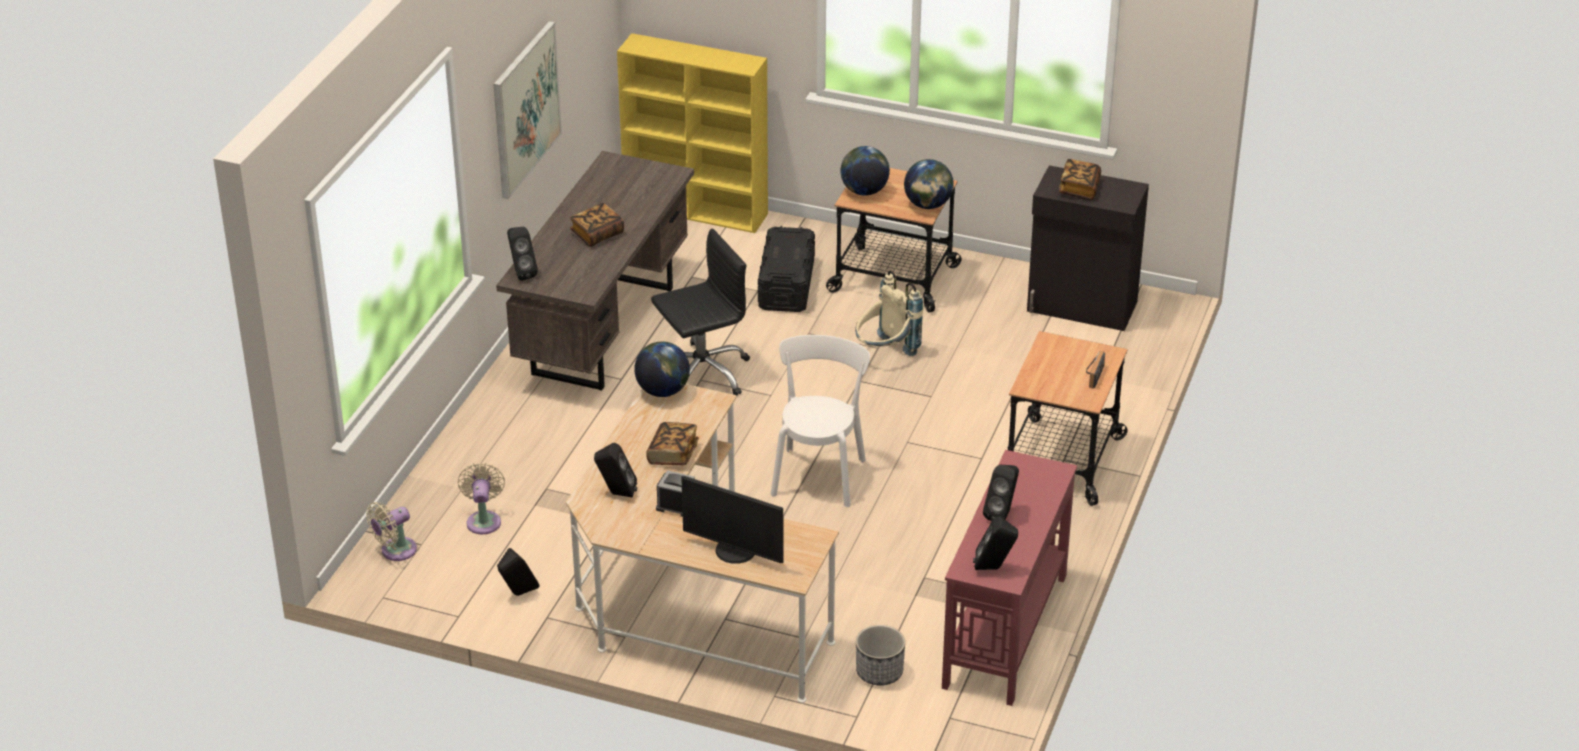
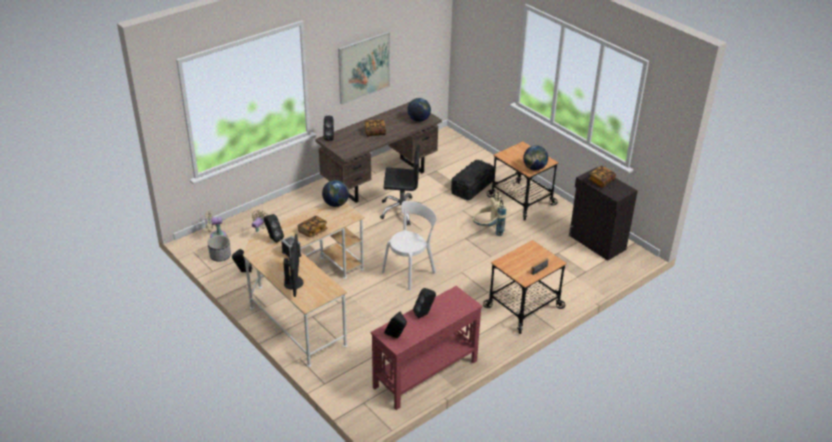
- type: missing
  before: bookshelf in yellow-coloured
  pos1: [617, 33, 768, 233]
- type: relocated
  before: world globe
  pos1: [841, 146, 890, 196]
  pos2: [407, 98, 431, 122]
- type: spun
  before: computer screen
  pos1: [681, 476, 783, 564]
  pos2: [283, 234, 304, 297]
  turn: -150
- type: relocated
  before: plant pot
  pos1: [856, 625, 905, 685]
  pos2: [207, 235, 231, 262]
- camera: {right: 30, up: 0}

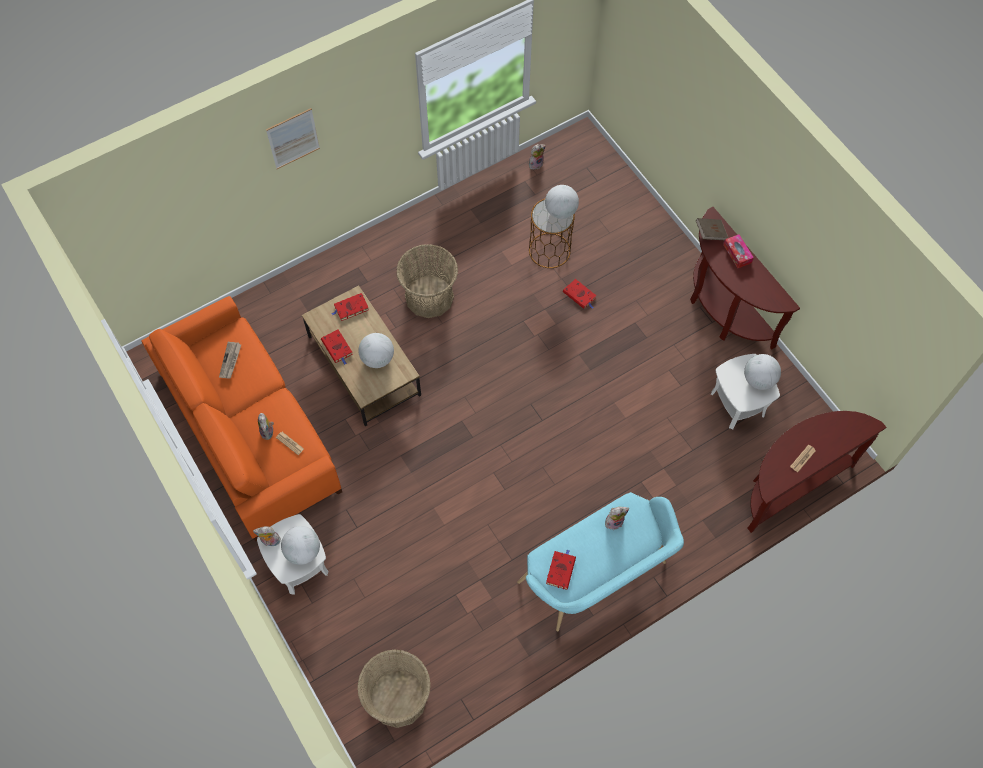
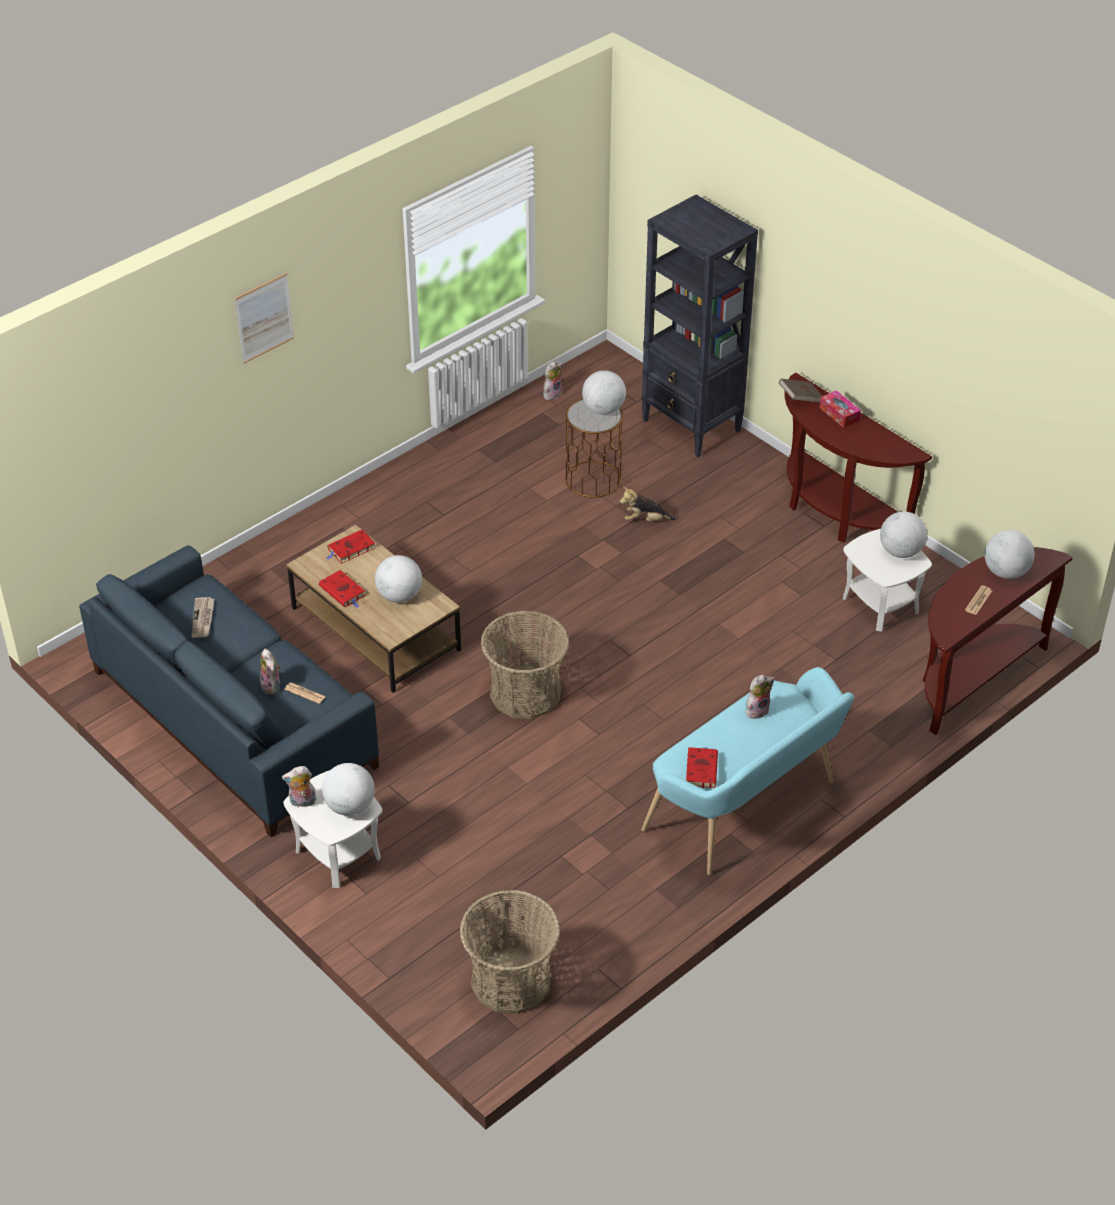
- type: relocated
  before: storage basket
  pos1: [396, 244, 458, 318]
  pos2: [481, 611, 569, 719]
- type: exchanged
  before: bound book in red-coloured
  after: soft toy
  pos1: [563, 279, 596, 309]
  pos2: [620, 487, 676, 521]
- type: colour
  before: couch in orangey
  after: couch in bluish
  pos1: [141, 296, 342, 542]
  pos2: [79, 545, 379, 837]
- type: appeared
  after: bookshelf in black-coloured
  pos2: [641, 195, 758, 457]
- type: appeared
  after: world globe
  pos2: [985, 530, 1035, 579]
- camera: {right: -10, up: -20}

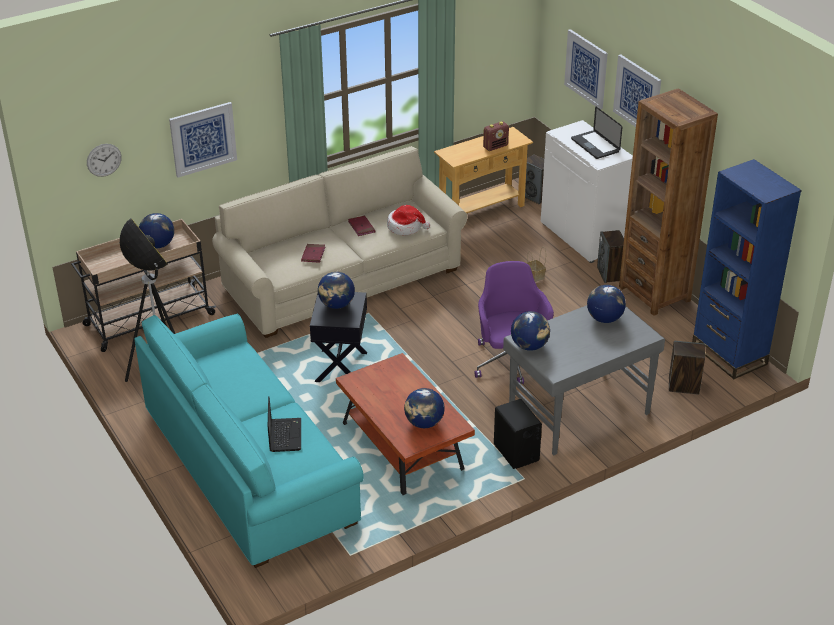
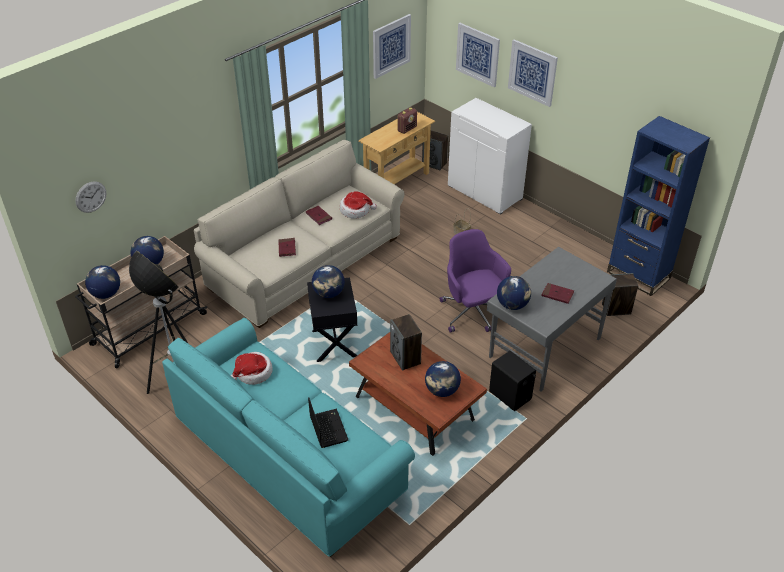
- type: missing
  before: bookshelf in brownish
  pos1: [619, 88, 718, 316]
- type: relocated
  before: wall art
  pos1: [169, 102, 237, 177]
  pos2: [373, 14, 411, 79]
- type: missing
  before: notebook computer
  pos1: [571, 107, 622, 159]
- type: relocated
  before: speaker
  pos1: [597, 230, 624, 283]
  pos2: [390, 314, 422, 371]
- type: relocated
  before: world globe
  pos1: [587, 285, 626, 323]
  pos2: [85, 265, 120, 299]
- type: appeared
  after: bound book in red-coloured
  pos2: [542, 283, 574, 304]
- type: appeared
  after: clothing hat
  pos2: [231, 352, 273, 385]
- camera: {right: -15, up: 5}

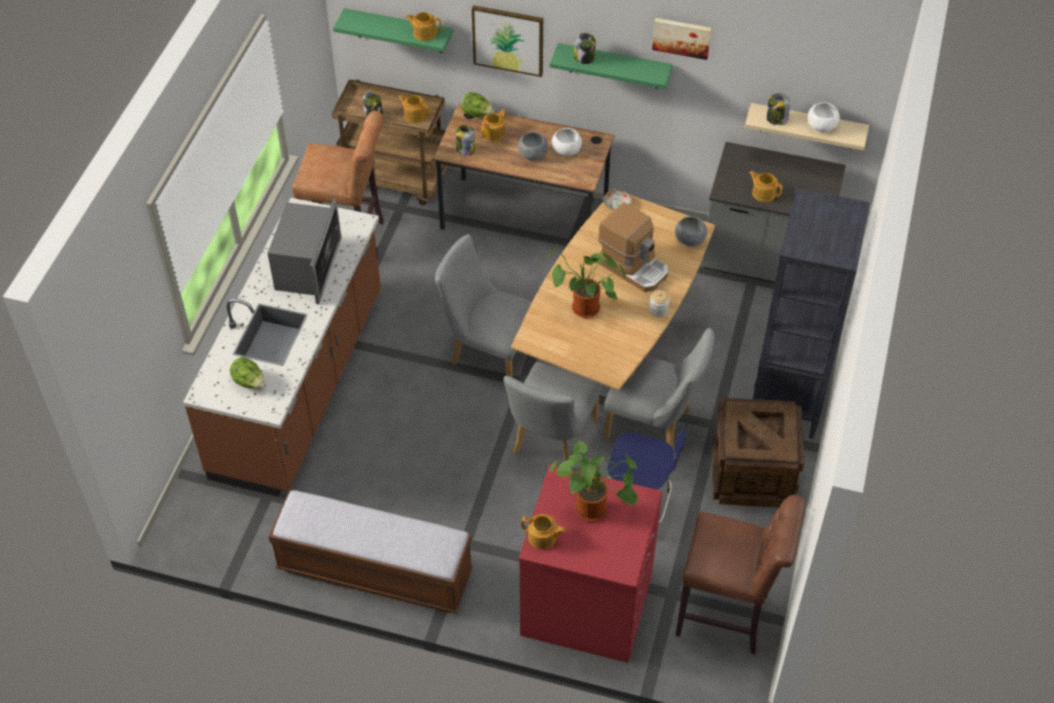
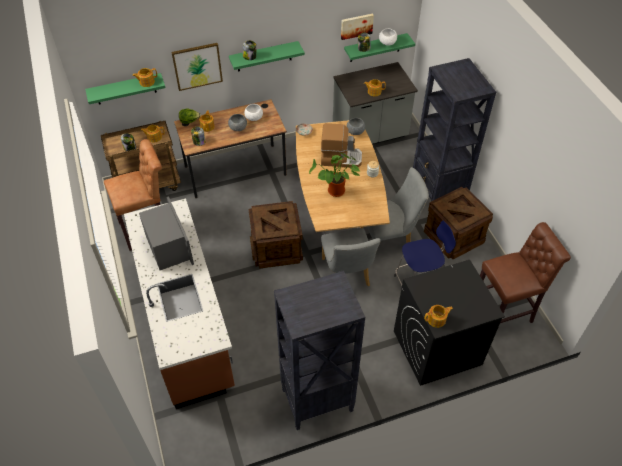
- type: relocated
  before: wall art
  pos1: [652, 18, 711, 60]
  pos2: [341, 14, 374, 40]
- type: colour
  before: wall shelf in sand-coloured
  after: wall shelf in greenish
  pos1: [745, 103, 869, 151]
  pos2: [344, 33, 415, 62]
- type: exchanged
  before: plain chair in greyish
  after: shipping crate
  pos1: [435, 234, 532, 378]
  pos2: [248, 201, 303, 269]
- type: missing
  before: head of lettuce
  pos1: [230, 357, 264, 388]
- type: missing
  before: houseplant
  pos1: [550, 441, 638, 521]
- type: colour
  before: washing machine in red-coloured
  after: washing machine in black-coloured
  pos1: [518, 465, 662, 663]
  pos2: [394, 260, 505, 386]
- type: exchanged
  before: bench
  after: bookshelf in black-coloured
  pos1: [268, 490, 473, 614]
  pos2: [274, 270, 365, 430]
- camera: {right: -35, up: 0}

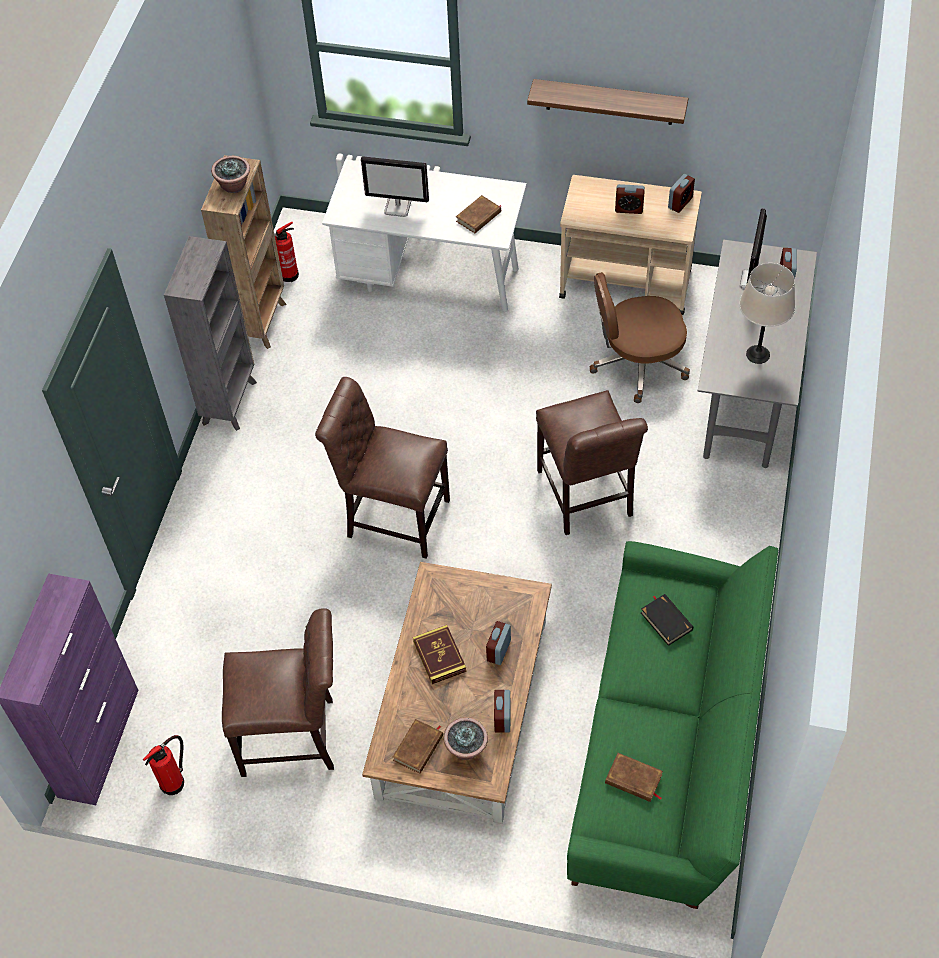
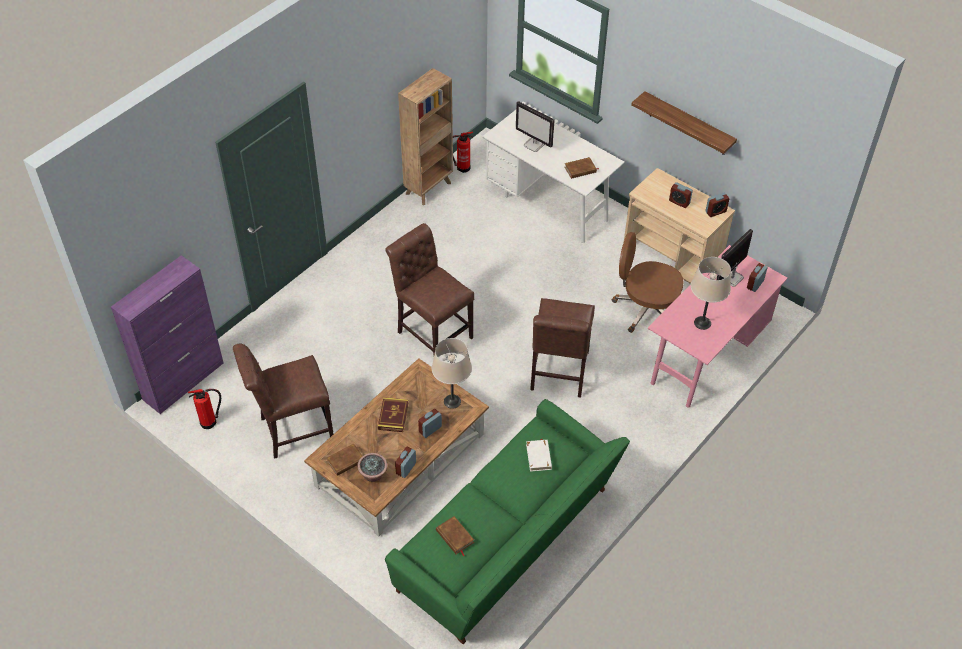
- type: missing
  before: houseplant
  pos1: [211, 156, 250, 193]
- type: missing
  before: bookshelf in greyish
  pos1: [164, 236, 257, 431]
- type: colour
  before: desk table in greyish
  after: desk table in pink
  pos1: [697, 239, 817, 468]
  pos2: [647, 245, 788, 408]
- type: colour
  before: bound book in black-coloured
  after: bound book in white
  pos1: [641, 594, 693, 646]
  pos2: [526, 439, 552, 471]
- type: spun
  before: plain chair in brownish
  pos1: [222, 608, 334, 777]
  pos2: [233, 344, 333, 459]
  turn: 135
- type: appeared
  after: table lamp in sand-coloured
  pos2: [432, 338, 472, 409]
- camera: {right: 25, up: -5}

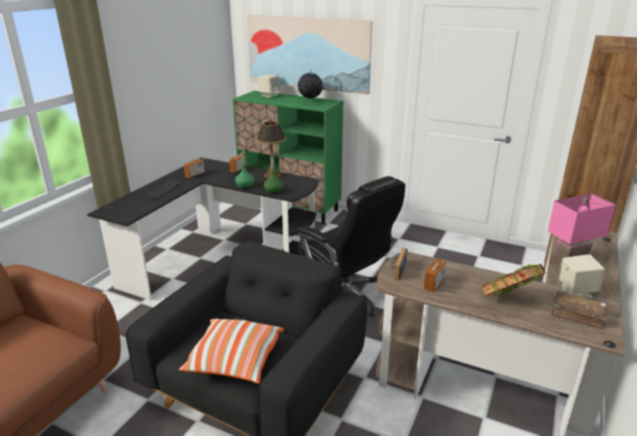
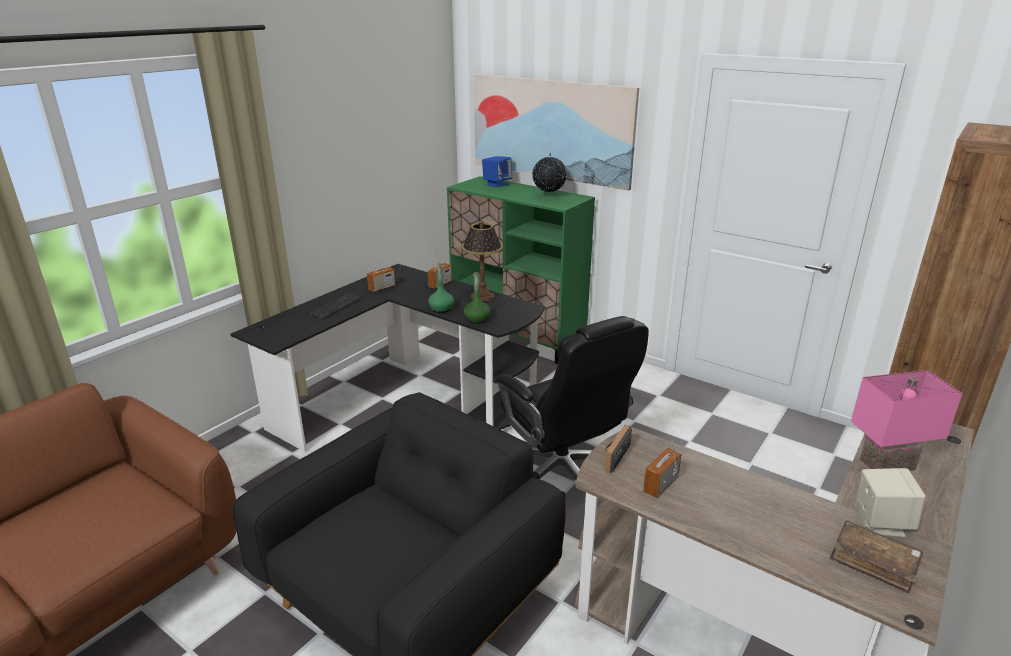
- type: colour
  before: speaker in sand-coloured
  after: speaker in bluish
  pos1: [257, 75, 280, 98]
  pos2: [482, 156, 512, 187]
- type: missing
  before: bound book
  pos1: [482, 264, 545, 296]
- type: missing
  before: cushion
  pos1: [179, 319, 284, 384]
- camera: {right: 10, up: 0}

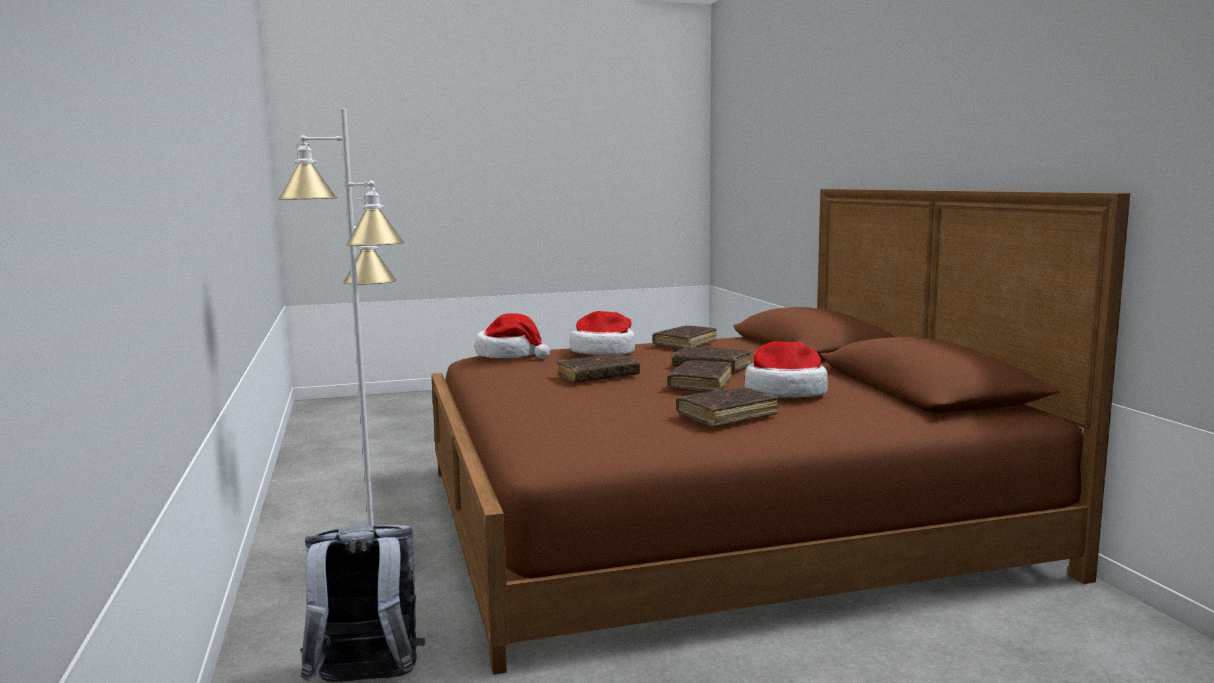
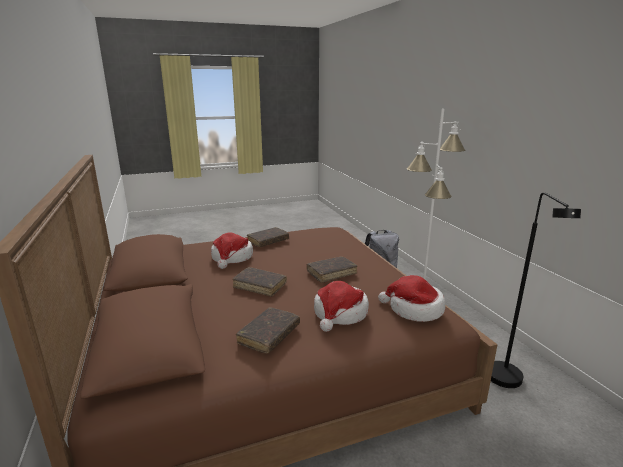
- type: missing
  before: bound book in brownish
  pos1: [667, 360, 732, 392]
- type: appeared
  after: standing lamp in black-coloured
  pos2: [491, 192, 581, 388]
- camera: {right: 175, up: 10}

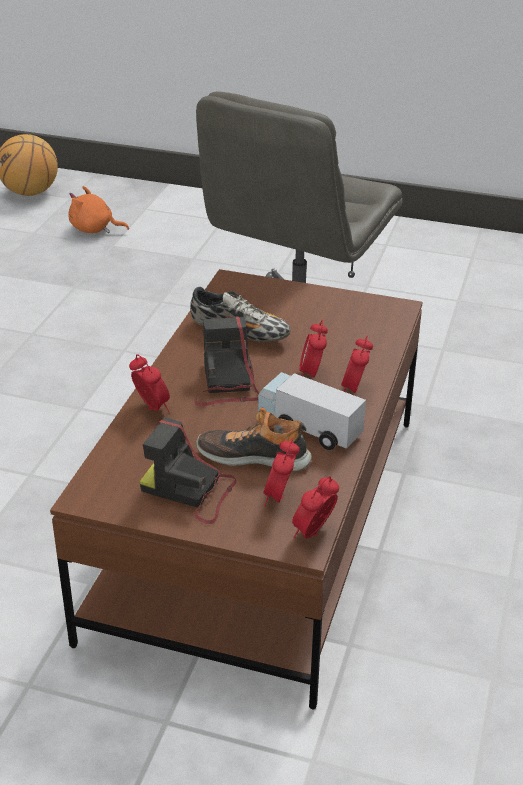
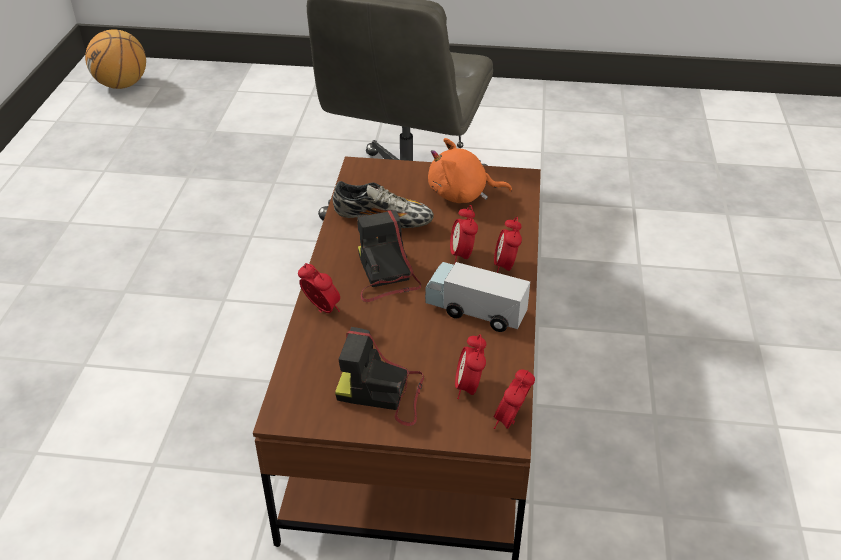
- type: relocated
  before: soft toy in orangey
  pos1: [68, 186, 129, 233]
  pos2: [428, 138, 512, 203]
- type: missing
  before: low shoe
  pos1: [196, 408, 312, 471]
- camera: {right: -10, up: 5}

